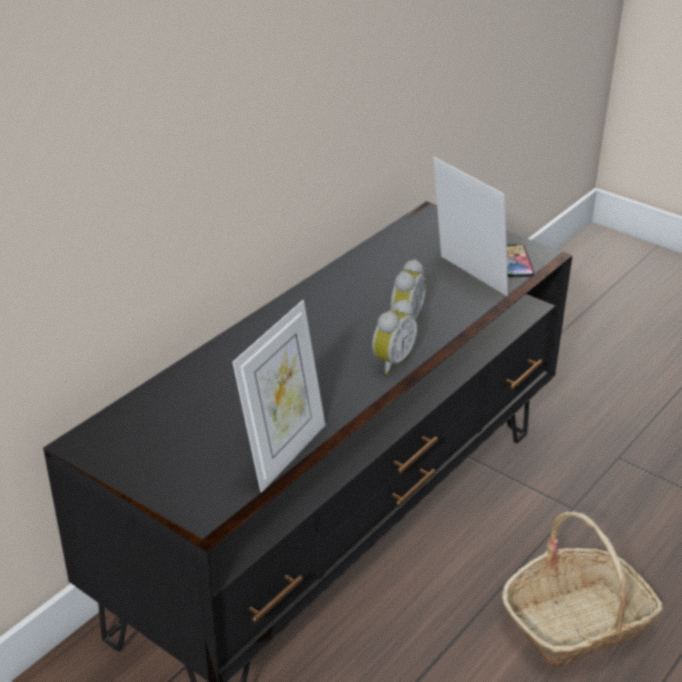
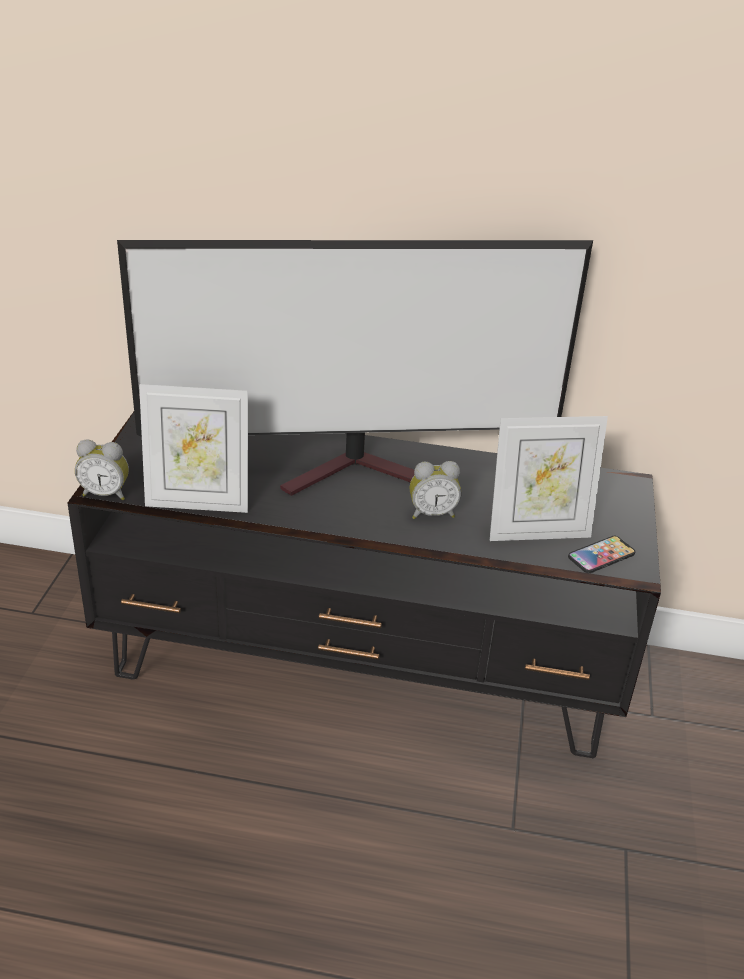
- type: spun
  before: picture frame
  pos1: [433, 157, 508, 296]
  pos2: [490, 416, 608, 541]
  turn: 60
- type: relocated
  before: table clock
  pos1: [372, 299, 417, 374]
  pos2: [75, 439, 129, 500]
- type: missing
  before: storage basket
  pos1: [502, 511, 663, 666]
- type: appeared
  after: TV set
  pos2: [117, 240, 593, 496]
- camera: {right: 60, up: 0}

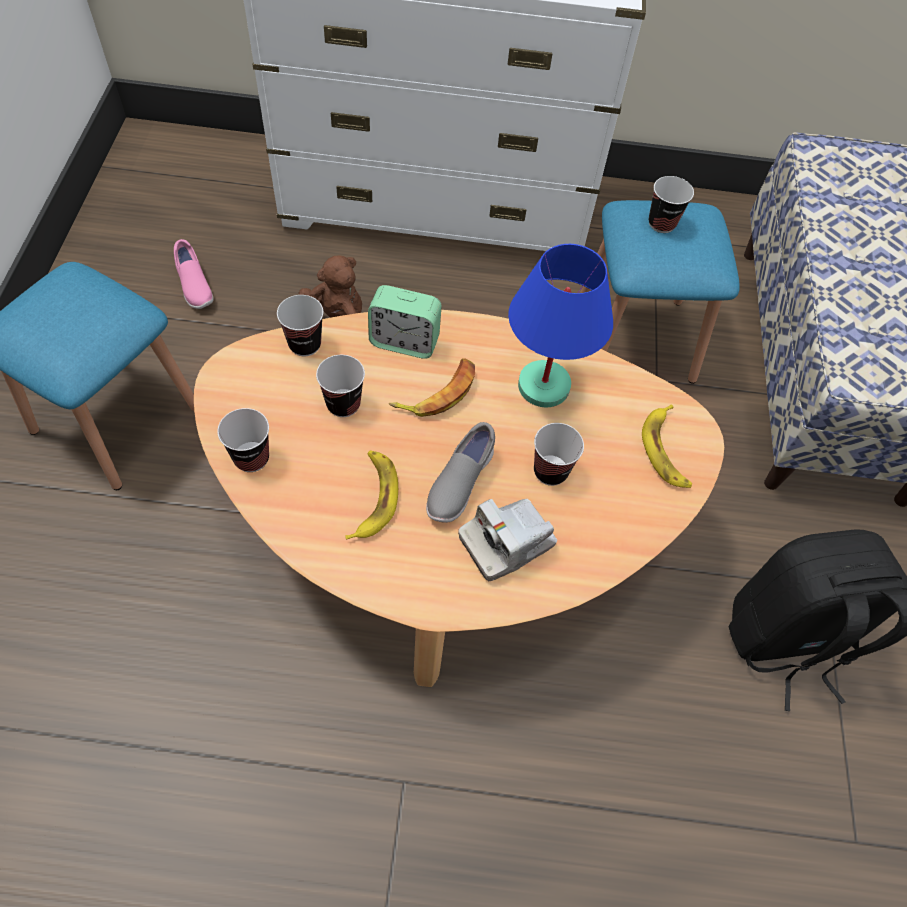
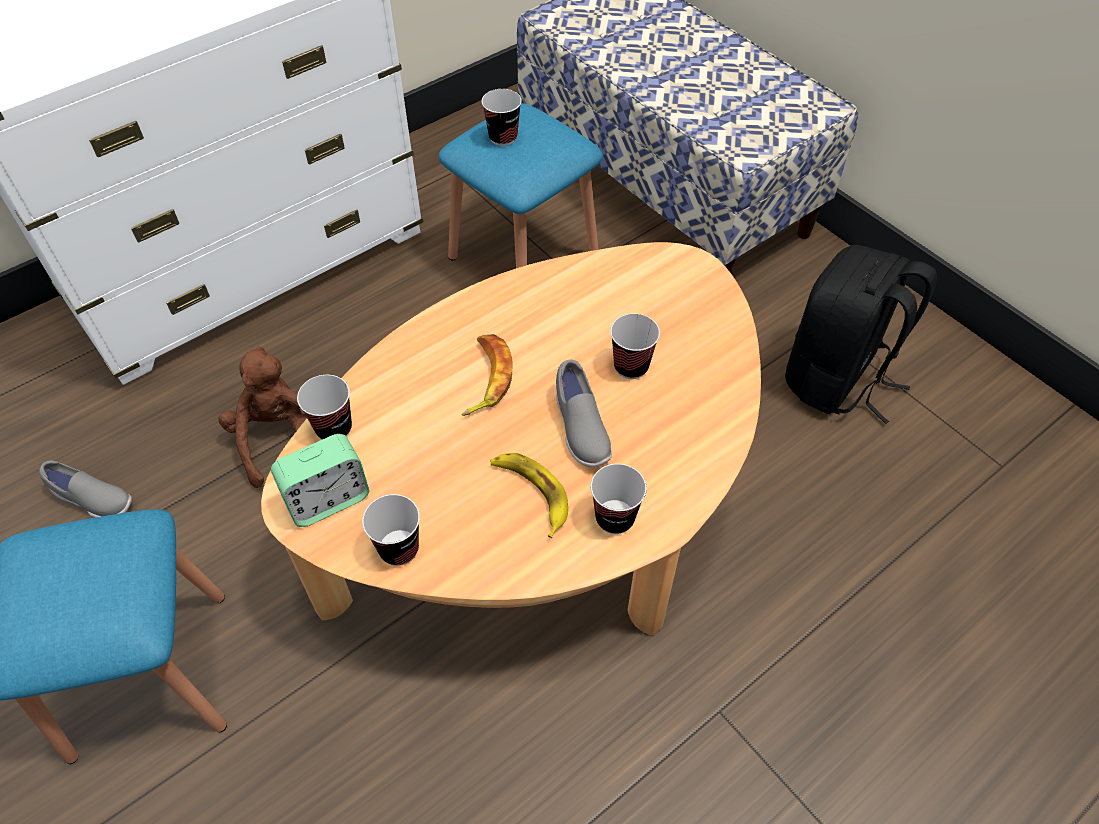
- type: colour
  before: low shoe in pink
  after: low shoe in greyish
  pos1: [174, 239, 214, 309]
  pos2: [39, 460, 132, 517]
- type: missing
  before: table lamp in bluish
  pos1: [508, 244, 613, 407]
- type: relocated
  before: table clock
  pos1: [368, 285, 442, 359]
  pos2: [271, 434, 369, 527]
- type: relocated
  before: cup
  pos1: [316, 355, 365, 417]
  pos2: [591, 464, 647, 534]
- type: missing
  before: whole banana
  pos1: [642, 404, 692, 488]
- type: missing
  before: still camera
  pos1: [458, 499, 557, 581]
- camera: {right: -40, up: -5}

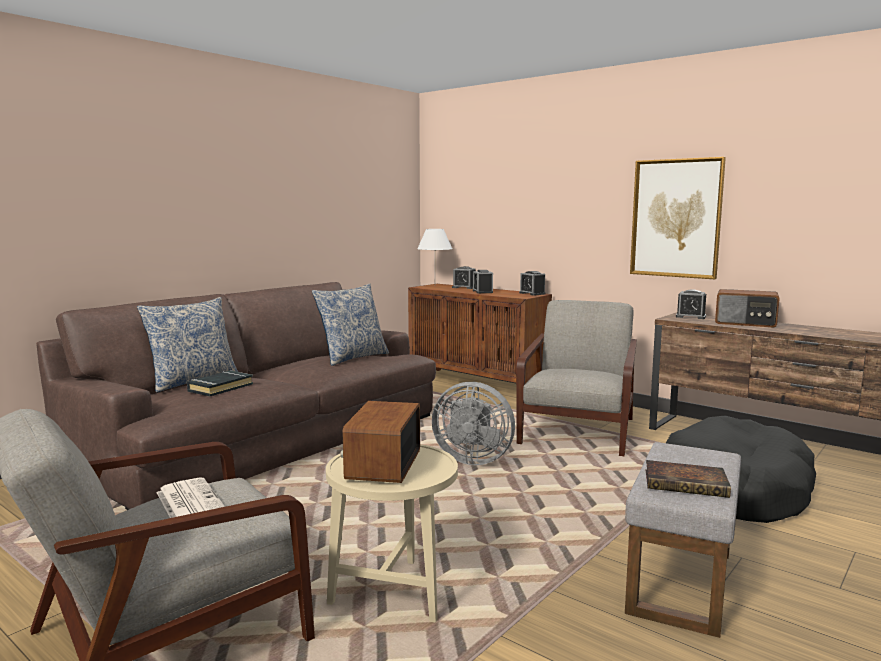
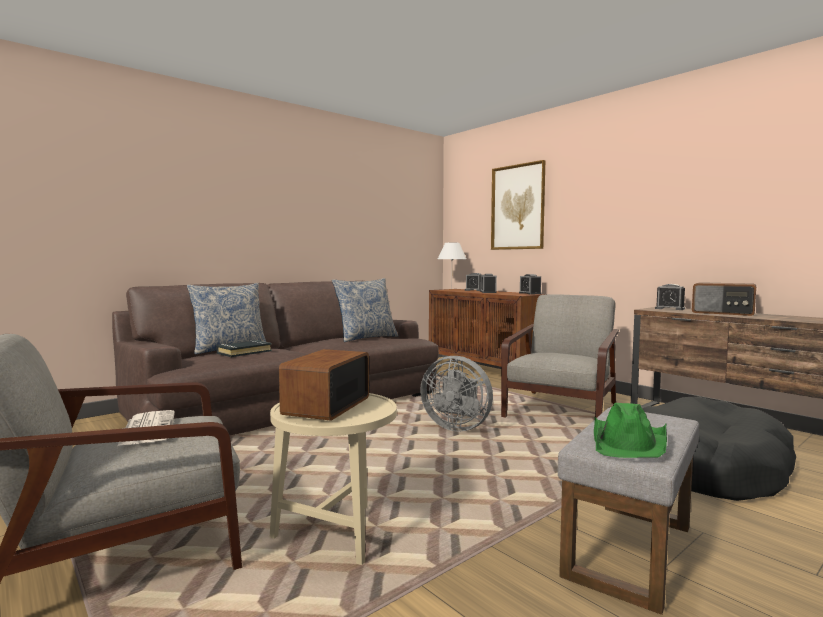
- type: relocated
  before: wall art
  pos1: [630, 157, 726, 279]
  pos2: [491, 160, 545, 250]
- type: exchanged
  before: bound book
  after: clothing hat in greenish
  pos1: [646, 460, 731, 498]
  pos2: [594, 403, 667, 458]
- camera: {right: 10, up: -5}

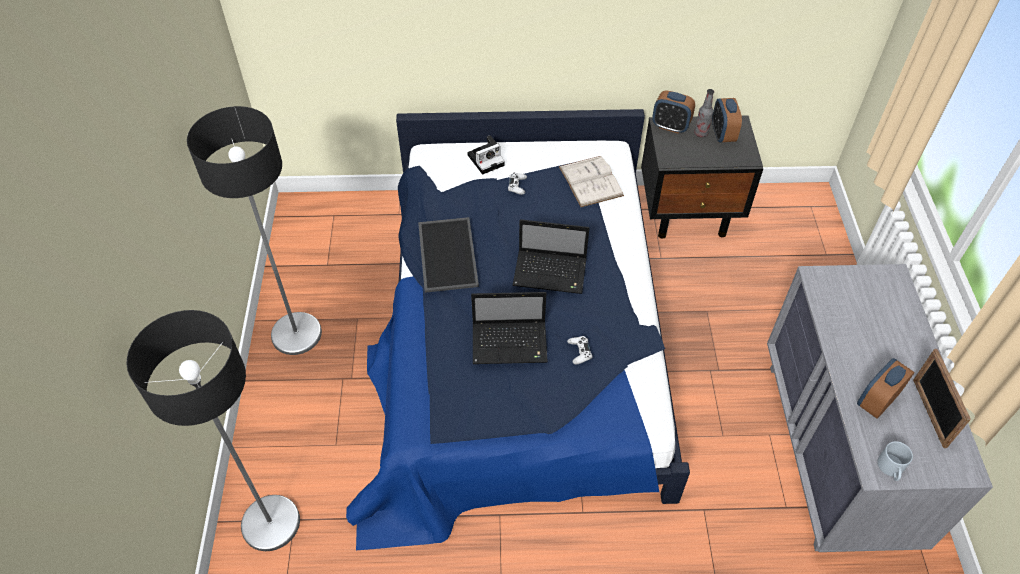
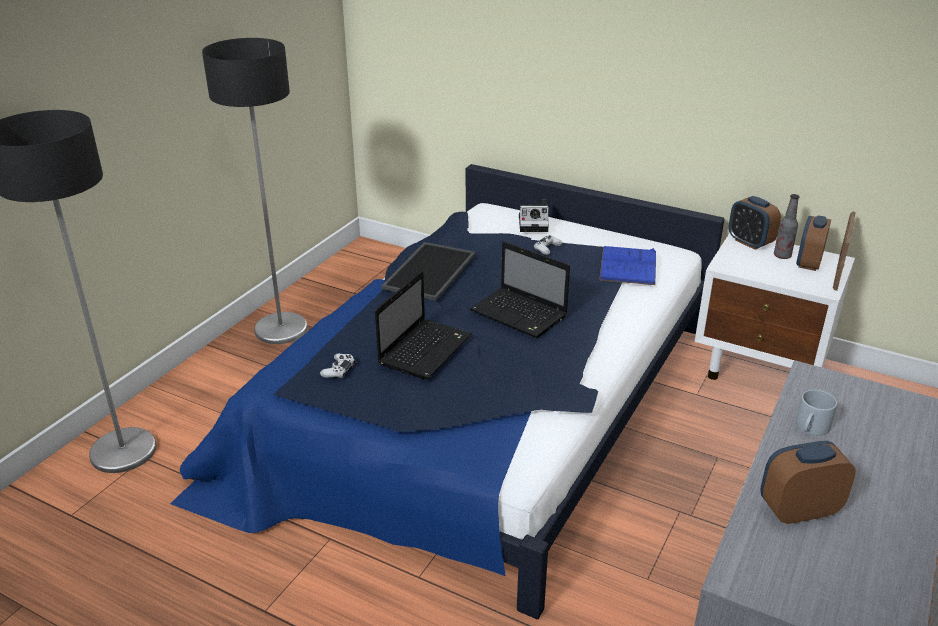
- type: colour
  before: bedside table in black-coloured
  after: bedside table in white
  pos1: [641, 115, 763, 239]
  pos2: [695, 233, 855, 380]
- type: colour
  before: bound book in white
  after: bound book in bluish
  pos1: [559, 156, 624, 207]
  pos2: [599, 246, 656, 285]
- type: spun
  before: notebook computer
  pos1: [471, 292, 548, 364]
  pos2: [375, 271, 472, 380]
  turn: -90
- type: relocated
  before: joypad in white
  pos1: [567, 336, 592, 364]
  pos2: [320, 354, 355, 379]
- type: relocated
  before: picture frame
  pos1: [913, 349, 971, 448]
  pos2: [833, 211, 856, 291]
- type: relocated
  before: coffee mug in greyish
  pos1: [877, 441, 913, 481]
  pos2: [796, 390, 837, 436]
- camera: {right: 30, up: -20}

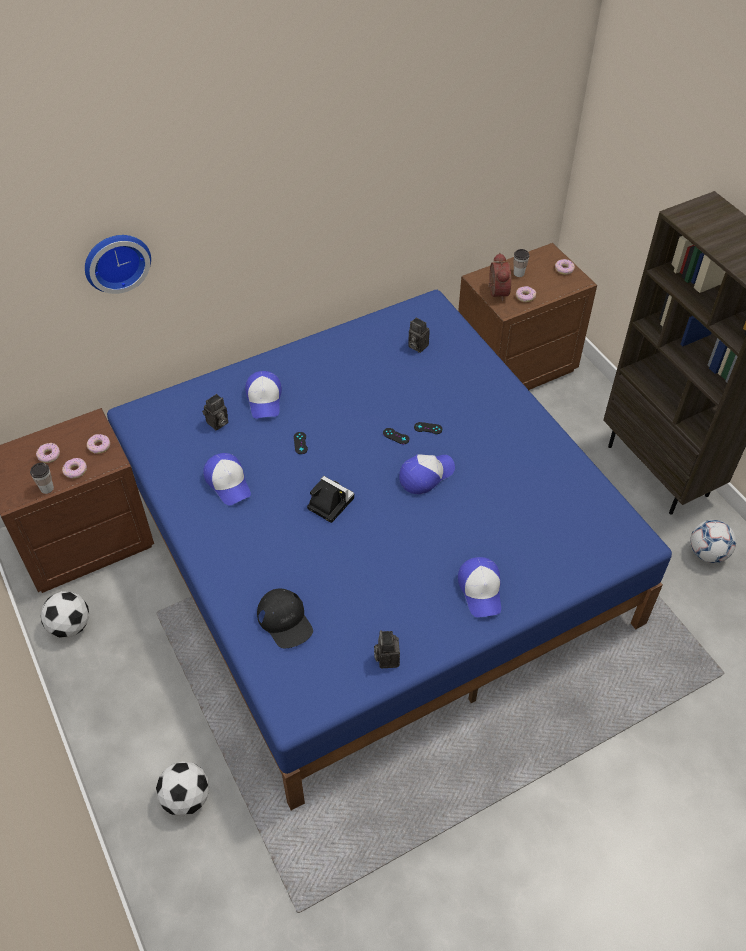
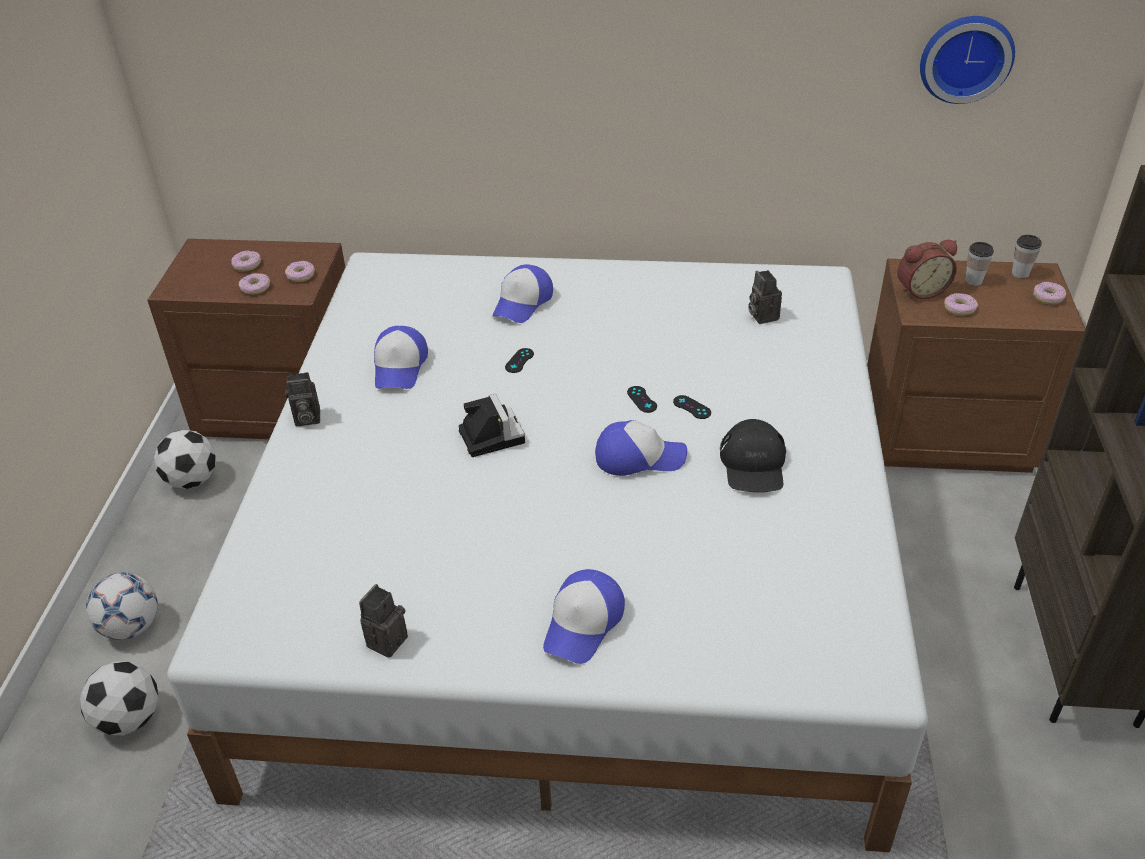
- type: relocated
  before: hanging clock
  pos1: [85, 235, 151, 294]
  pos2: [920, 16, 1015, 104]
- type: spun
  before: table clock
  pos1: [488, 253, 511, 301]
  pos2: [897, 240, 957, 299]
  turn: 45
- type: colour
  before: bedroom bed in bluish
  after: bedroom bed in white
  pos1: [107, 290, 672, 810]
  pos2: [167, 252, 928, 852]
- type: relocated
  before: still camera
  pos1: [202, 394, 228, 430]
  pos2: [285, 372, 320, 426]
- type: relocated
  before: cup
  pos1: [30, 463, 54, 494]
  pos2: [1012, 235, 1042, 278]
- type: relocated
  before: ball for football
  pos1: [690, 520, 736, 563]
  pos2: [86, 572, 158, 640]
- type: relocated
  before: peaked cap in black-coloured
  pos1: [257, 589, 313, 648]
  pos2: [720, 419, 786, 492]
- camera: {right: 35, up: -10}

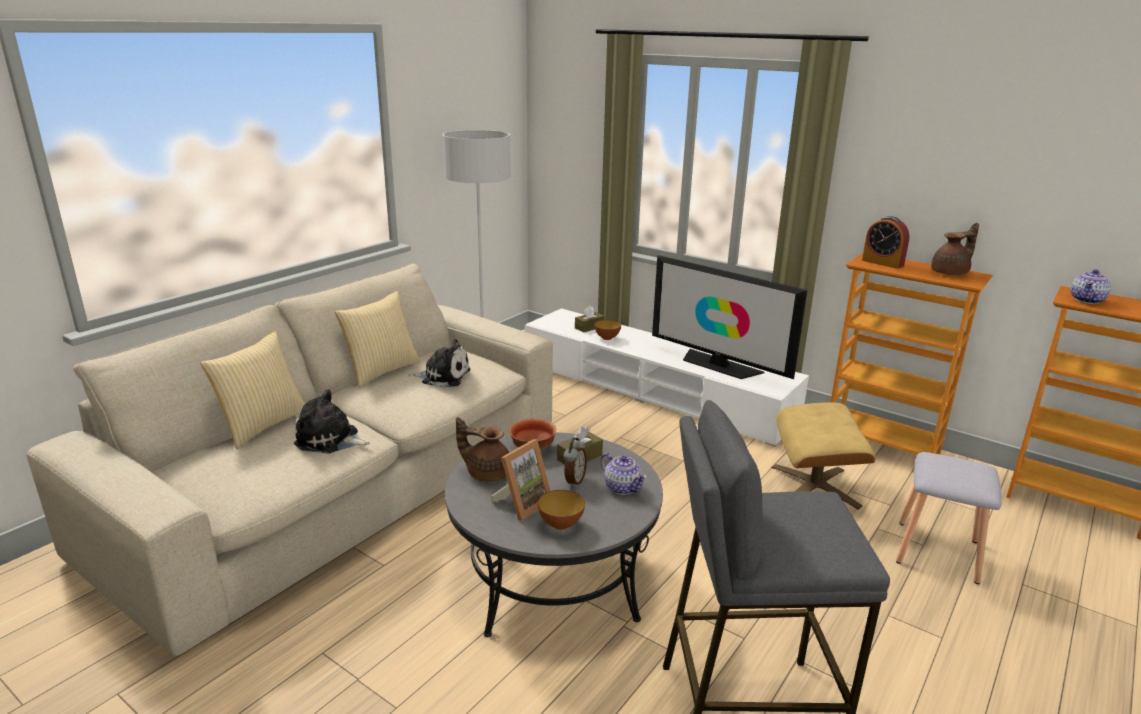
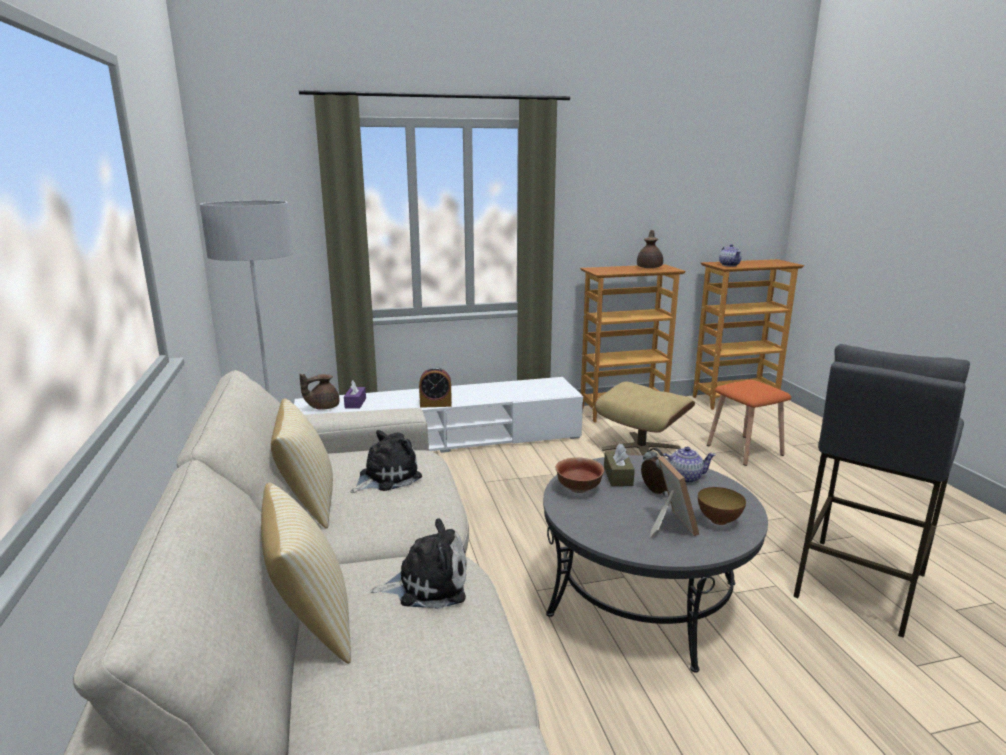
- type: relocated
  before: table clock
  pos1: [862, 216, 910, 269]
  pos2: [419, 367, 452, 408]
- type: missing
  before: TV set
  pos1: [652, 255, 807, 379]
- type: colour
  before: box of tissues in brownish
  after: box of tissues in purple-coloured
  pos1: [575, 306, 604, 333]
  pos2: [344, 380, 366, 409]
- type: missing
  before: deep dish
  pos1: [594, 320, 621, 340]
- type: spun
  before: soft toy
  pos1: [294, 389, 370, 454]
  pos2: [370, 518, 467, 609]
  turn: -150
- type: relocated
  before: tea pot in brownish
  pos1: [456, 417, 509, 482]
  pos2: [299, 374, 340, 410]
- type: colour
  before: stool seat in greyish
  after: stool seat in orangey
  pos1: [896, 452, 1002, 584]
  pos2: [707, 380, 791, 466]
- camera: {right: -50, up: -5}

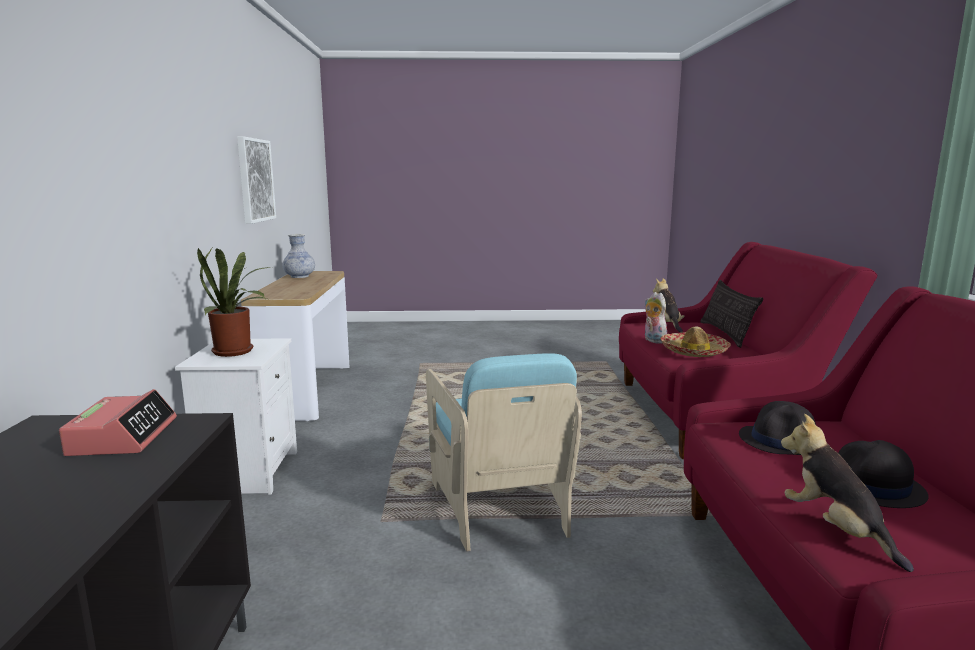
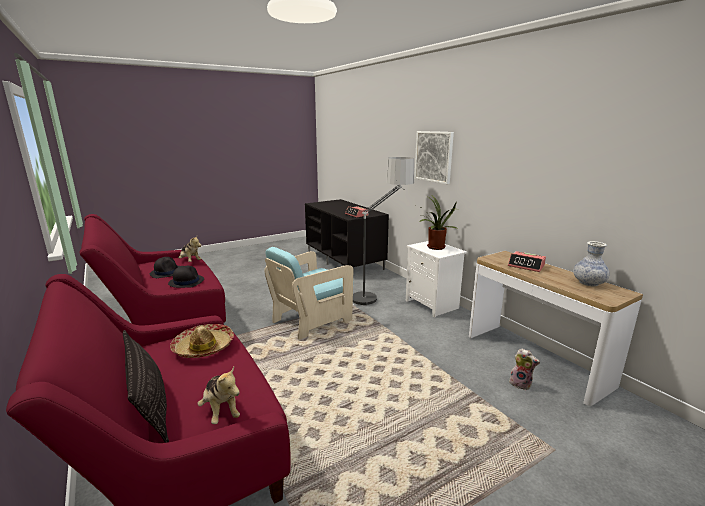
- type: relocated
  before: wall art
  pos1: [237, 136, 276, 224]
  pos2: [414, 131, 454, 184]
- type: relocated
  before: soft toy
  pos1: [645, 292, 667, 344]
  pos2: [509, 348, 540, 390]
- type: spun
  before: armchair in turquoise
  pos1: [426, 353, 582, 551]
  pos2: [264, 247, 354, 340]
  turn: -90
- type: appeared
  after: standing lamp
  pos2: [353, 157, 415, 306]
- type: appeared
  after: table clock
  pos2: [508, 251, 546, 272]
- camera: {right: 150, up: 5}

